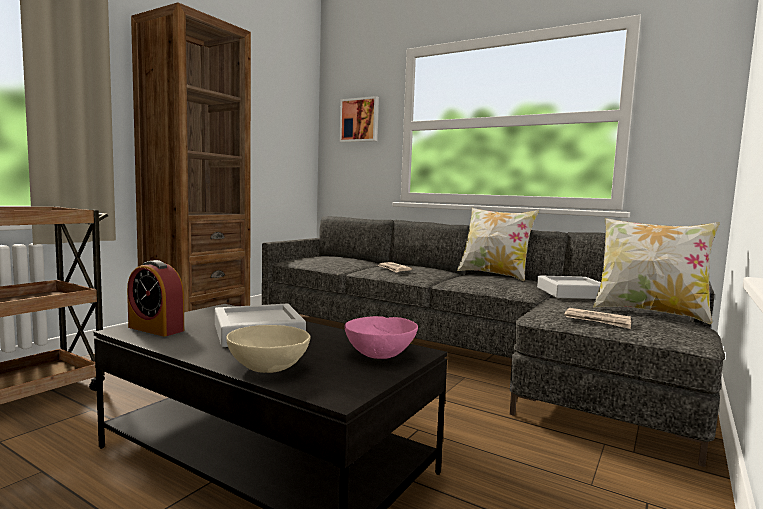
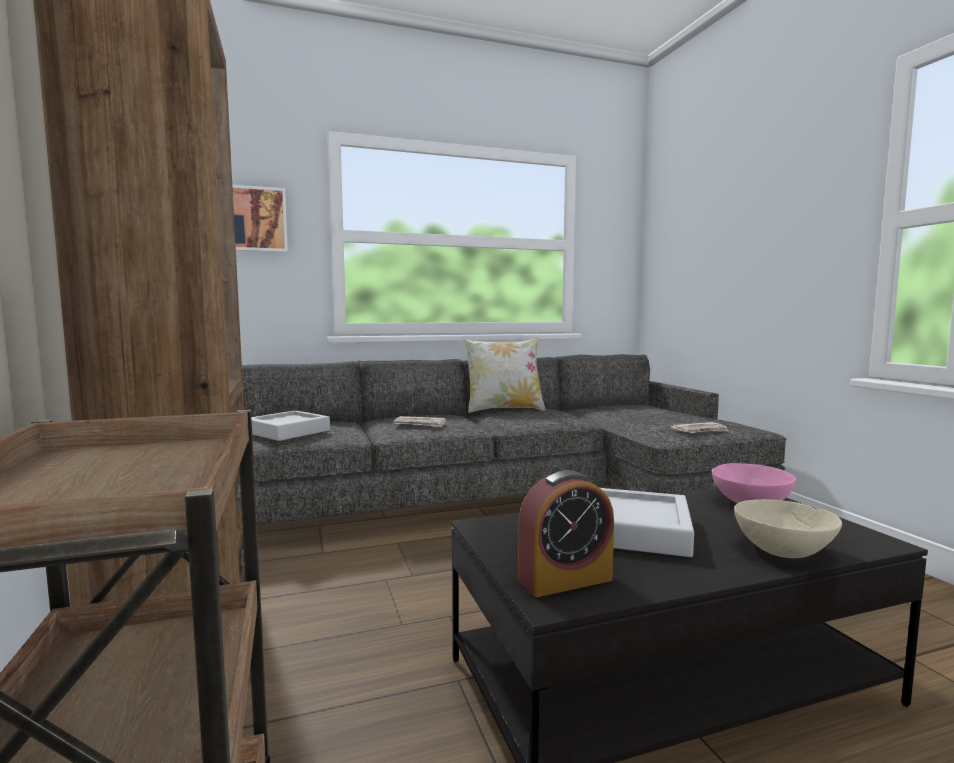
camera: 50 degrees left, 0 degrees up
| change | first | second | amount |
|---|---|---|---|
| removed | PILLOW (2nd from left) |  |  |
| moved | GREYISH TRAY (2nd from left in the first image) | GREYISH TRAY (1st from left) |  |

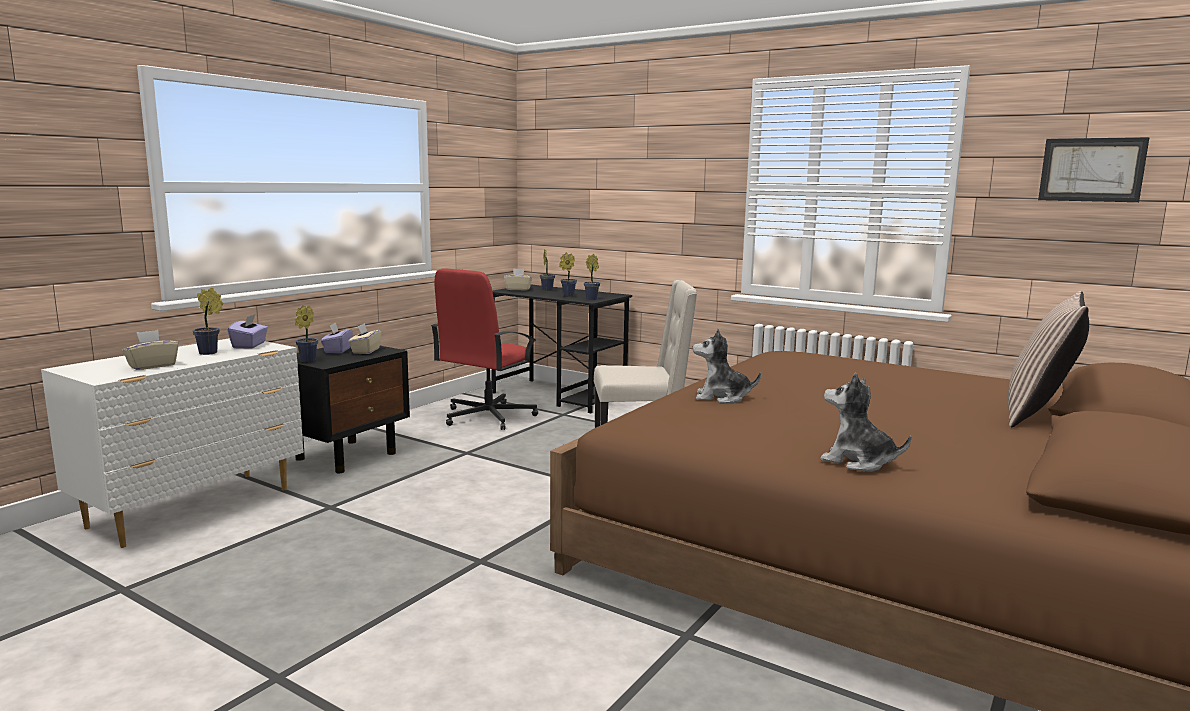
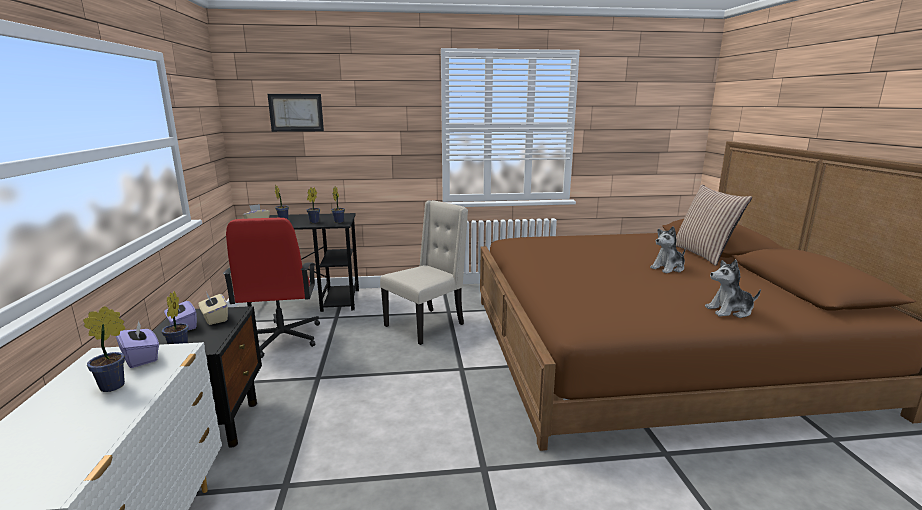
camera: 40 degrees left, 5 degrees up
| change | first | second | amount |
|---|---|---|---|
| moved | PICTURE |  |  |
| moved | SOFT TOY (1st from left) |  |  |
| removed | BEIGE-COLOURED TISSUE BOX (1st from left) |  |  |

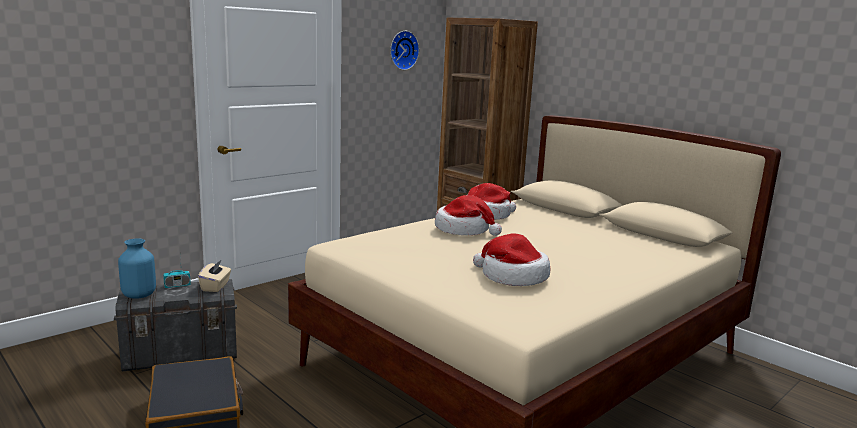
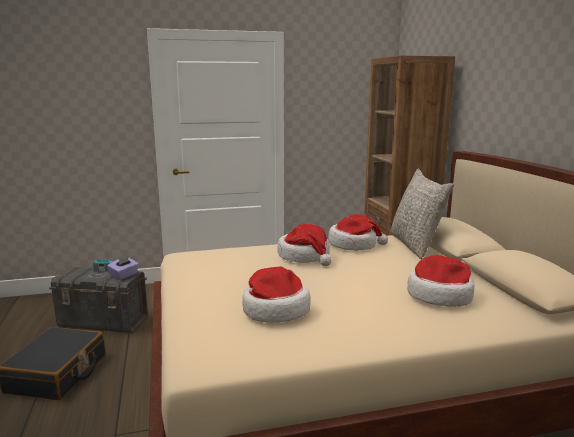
camera: 30 degrees right, 0 degrees up
| change | first | second | amount |
|---|---|---|---|
| removed | WALL CLOCK |  |  |
| removed | BLUE-COLOURED FLOWER VASE |  |  |
| recoloured | BEIGE-COLOURED TISSUE BOX | PURPLE TISSUE BOX |  |
| added |  | GREYISH PILLOW |  |
| added |  | CLOTHING HAT (4th from left) |  |

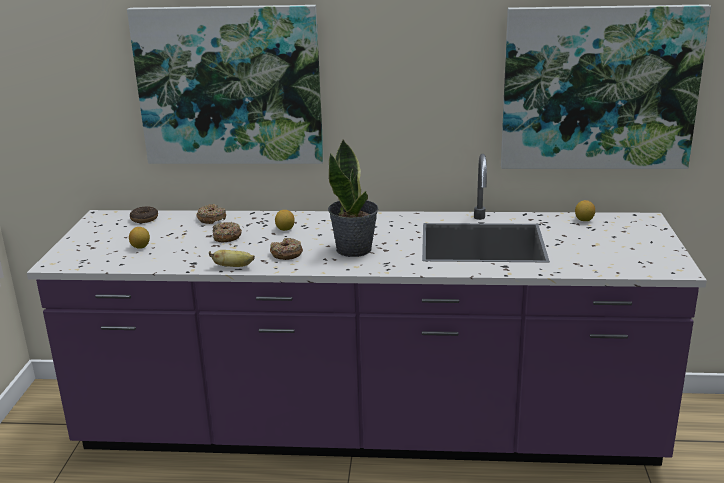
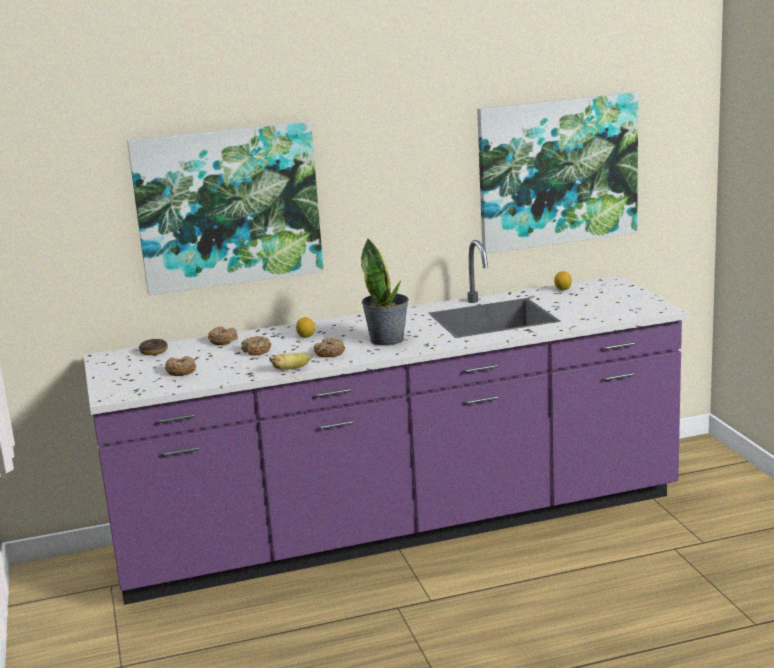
camera: 20 degrees left, 5 degrees down
| change | first | second | amount |
|---|---|---|---|
| replaced | CITRUS FRUIT (1st from left) | RING DOUGHNUT (2nd from left) |  |

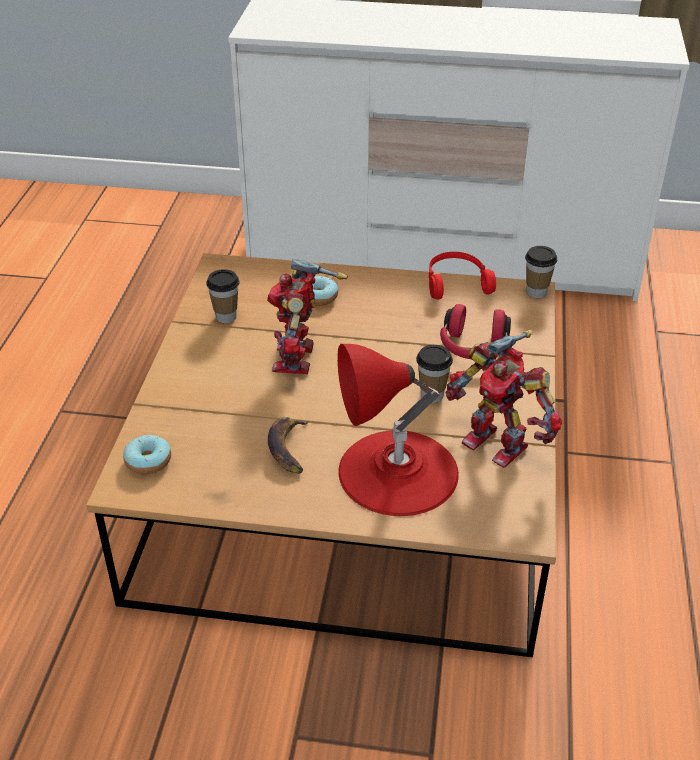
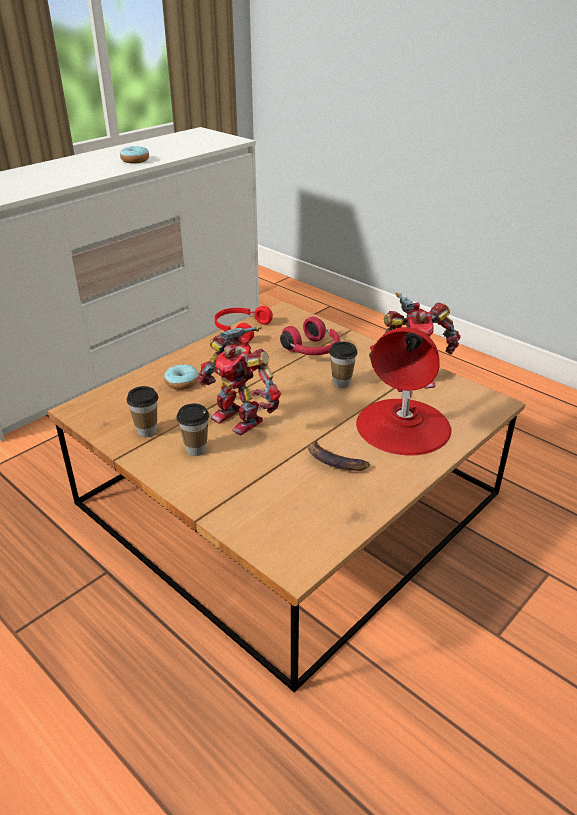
camera: 55 degrees left, 5 degrees down
| change | first | second | amount |
|---|---|---|---|
| moved | DRINKING CUP (3rd from left in the first image) | DRINKING CUP (2nd from left) |  |
| moved | RING DOUGHNUT (1st from left) |  |  |

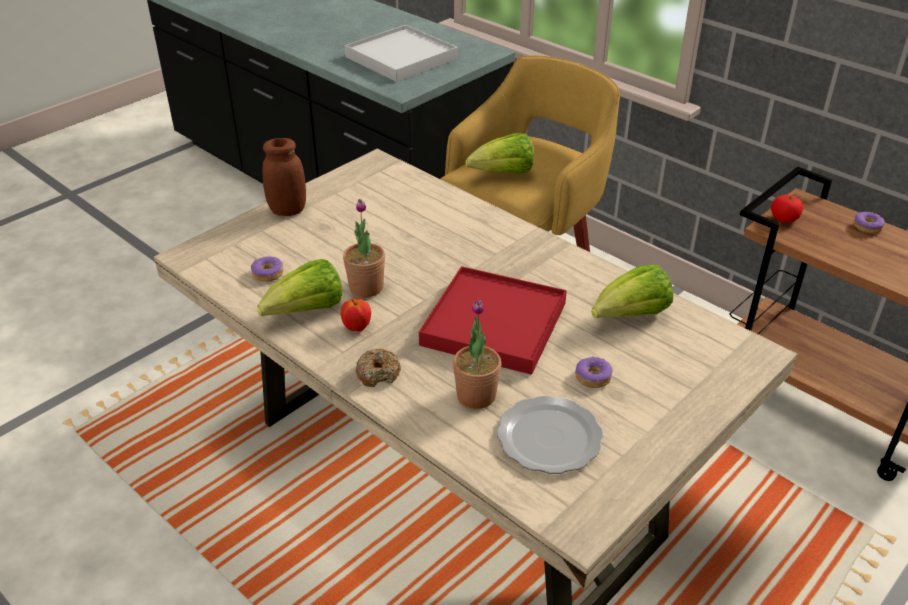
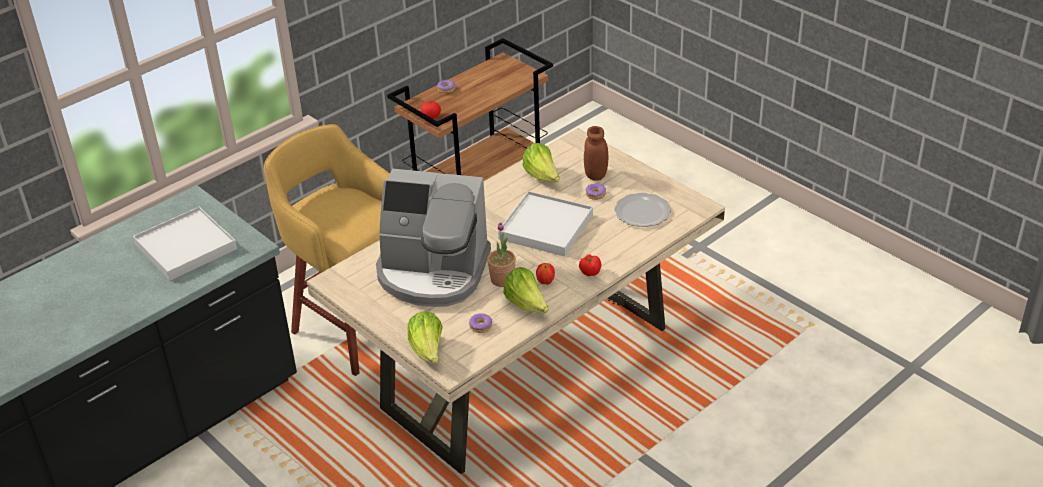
camera: 85 degrees left, 0 degrees up
| change | first | second | amount |
|---|---|---|---|
| moved | LETTUCE (2nd from left in the first image) | LETTUCE (1st from left) |  |
| moved | BROWNISH STORAGE JAR |  |  |
| recoloured | REDDISH TRAY | WHITE-COLOURED TRAY (2nd from left) |  |
| removed | HOUSEPLANT (2nd from left) |  |  |
| replaced | RING DOUGHNUT (2nd from left) | WHOLE TOMATO (2nd from left) |  |
| added |  | COFFEE MACHINE |  |

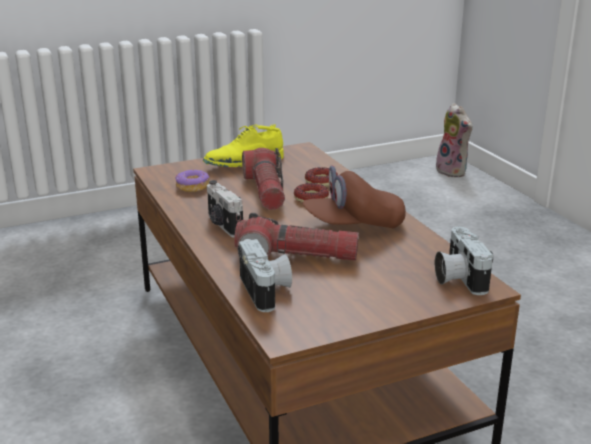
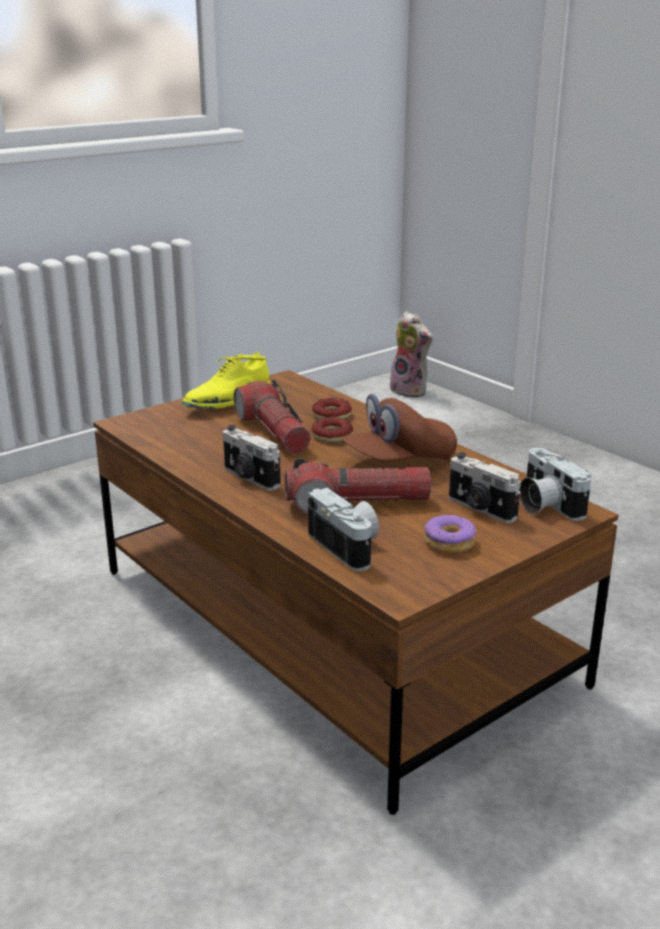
camera: 15 degrees left, 0 degrees up
| change | first | second | amount |
|---|---|---|---|
| moved | RING DOUGHNUT (1st from left in the first image) | RING DOUGHNUT (3rd from left) |  |
| added |  | STILL CAMERA (3rd from left) |  |

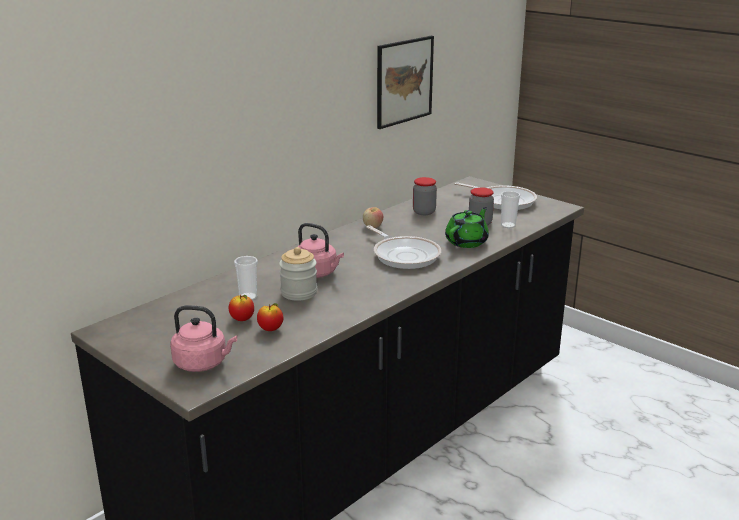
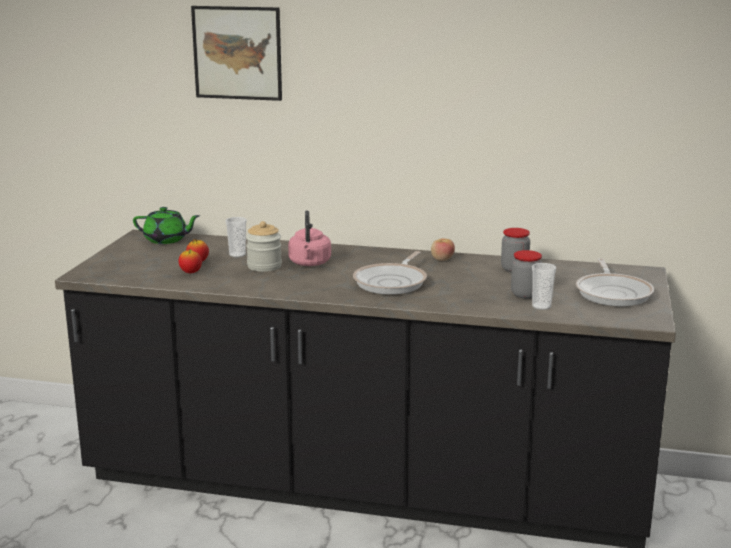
camera: 60 degrees right, 5 degrees down
| change | first | second | amount |
|---|---|---|---|
| moved | PICTURE |  |  |
| moved | GREEN-COLOURED POT FOR TEA |  |  |
| removed | PINK-COLOURED KETTLE (1st from left) |  |  |

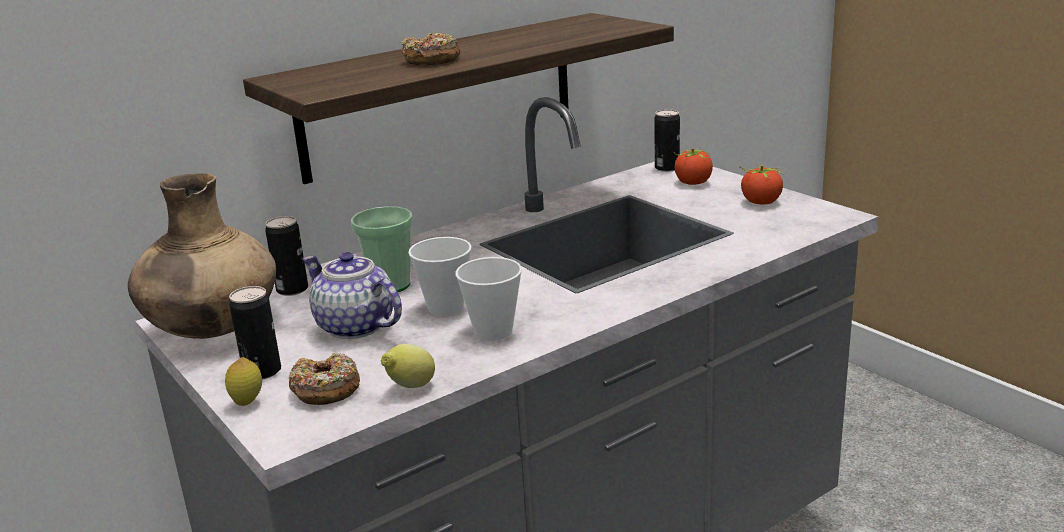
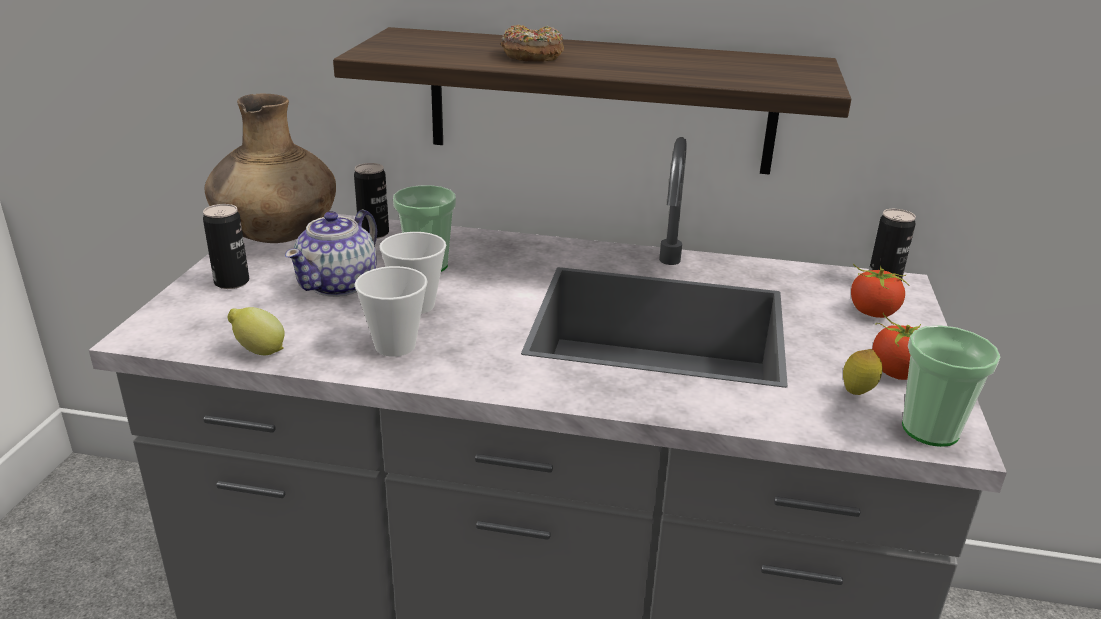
camera: 45 degrees right, 5 degrees up
| change | first | second | amount |
|---|---|---|---|
| turned | POT FOR TEA |  | 150 degrees counterclockwise |
| removed | RING DOUGHNUT (1st from left) |  |  |
| moved | CITRUS FRUIT (1st from left in the first image) | CITRUS FRUIT (2nd from left) |  |
| added |  | DRINKING CUP (4th from left) |  |

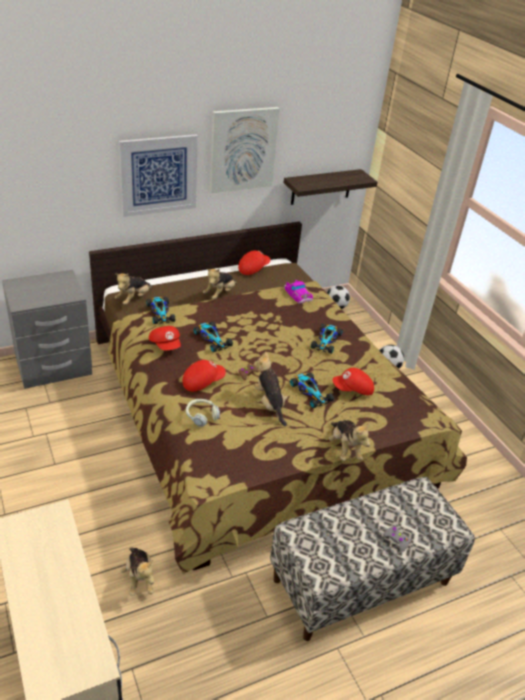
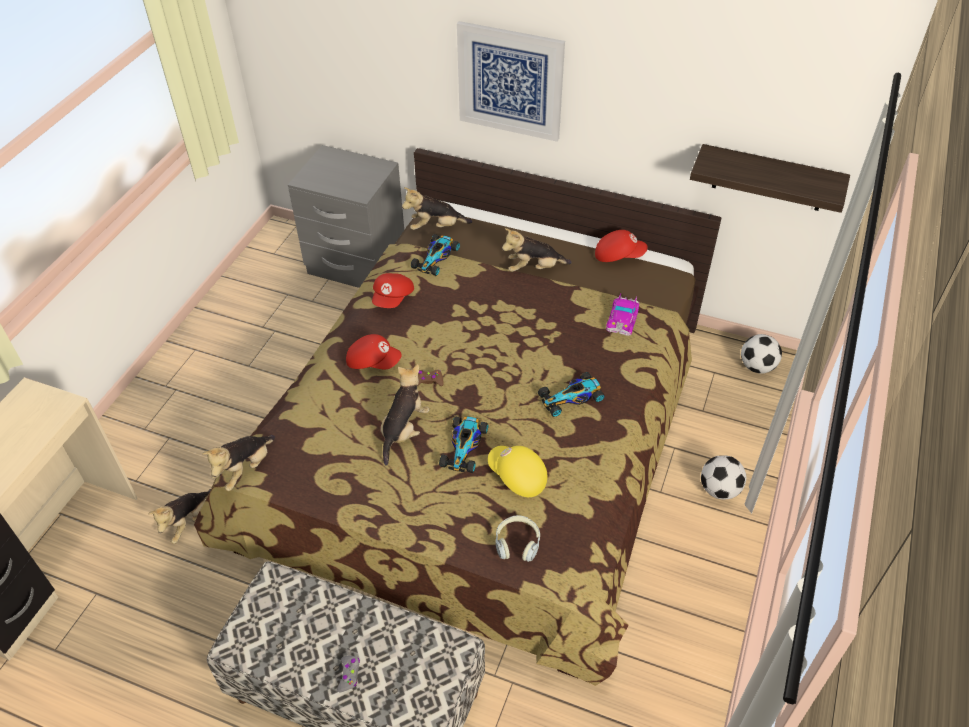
camera: 50 degrees right, 10 degrees up
| change | first | second | amount |
|---|---|---|---|
| removed | PICTURE (2nd from left) |  |  |
| removed | TOY CAR (2nd from left) |  |  |
| recoloured | REDDISH PEAKED CAP (4th from left) | YELLOW PEAKED CAP |  |
| moved | HEADPHONES |  |  |
| moved | SOFT TOY (5th from left in the first image) | SOFT TOY (2nd from left) |  |

